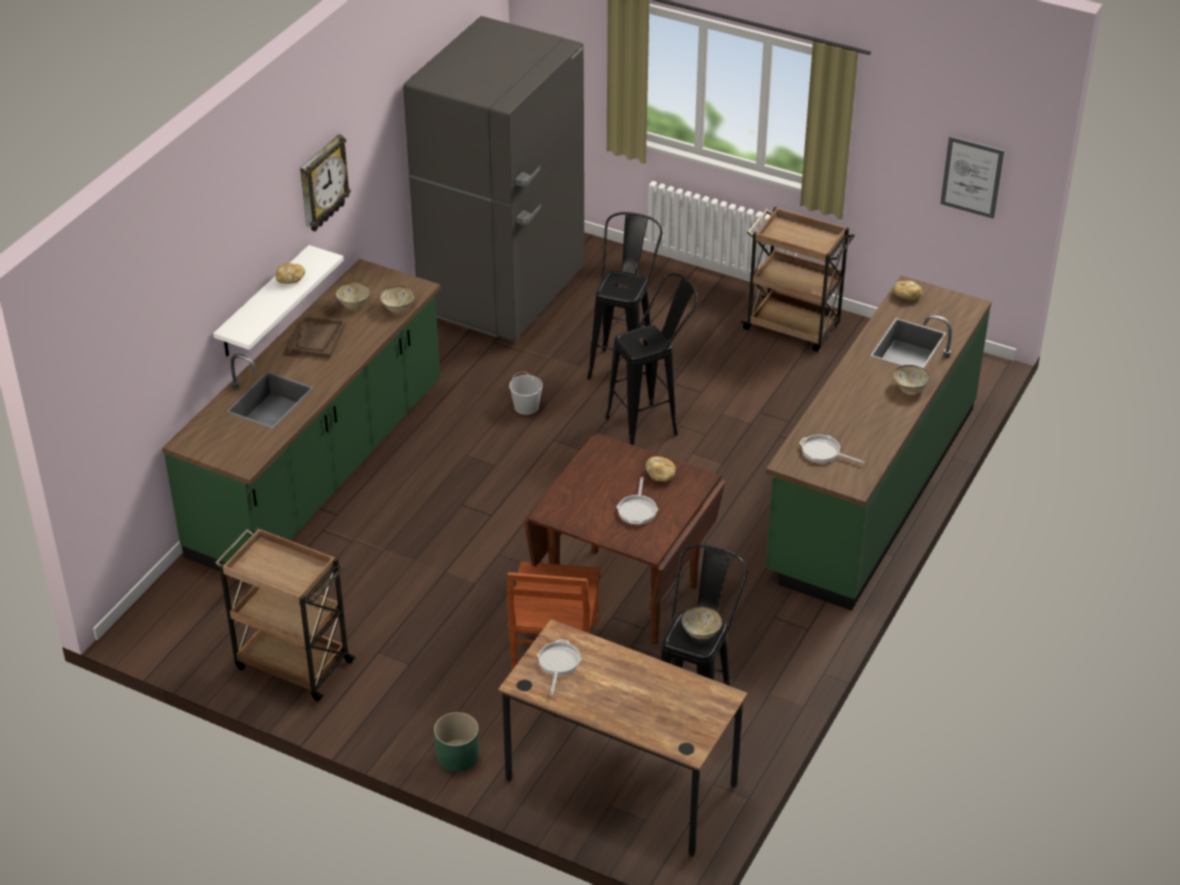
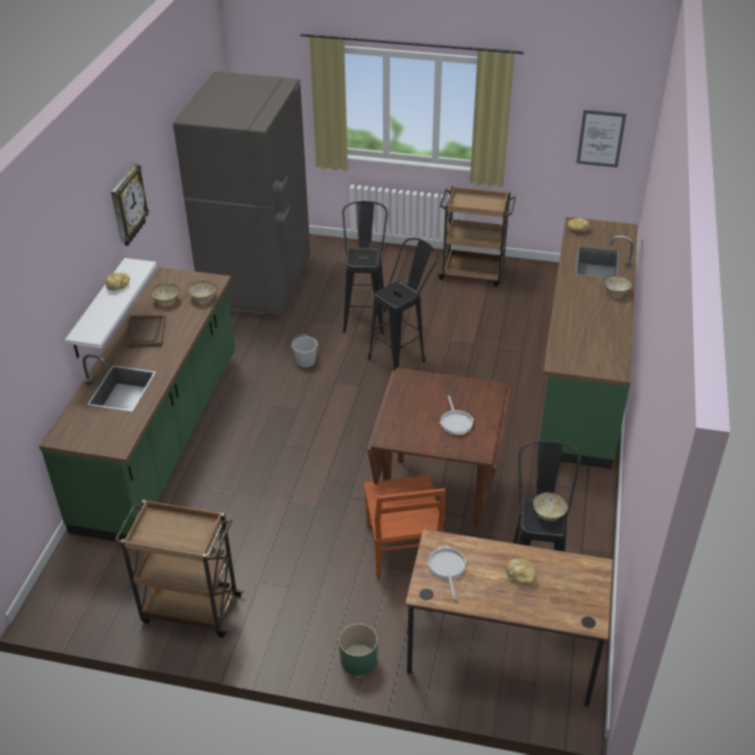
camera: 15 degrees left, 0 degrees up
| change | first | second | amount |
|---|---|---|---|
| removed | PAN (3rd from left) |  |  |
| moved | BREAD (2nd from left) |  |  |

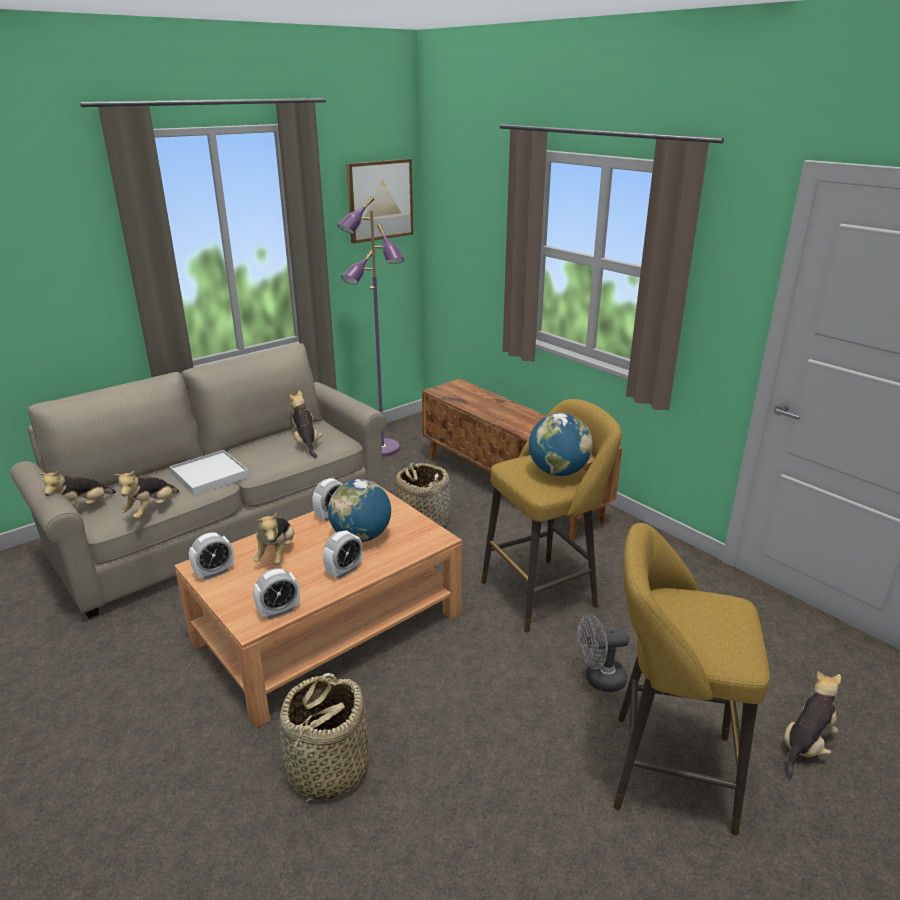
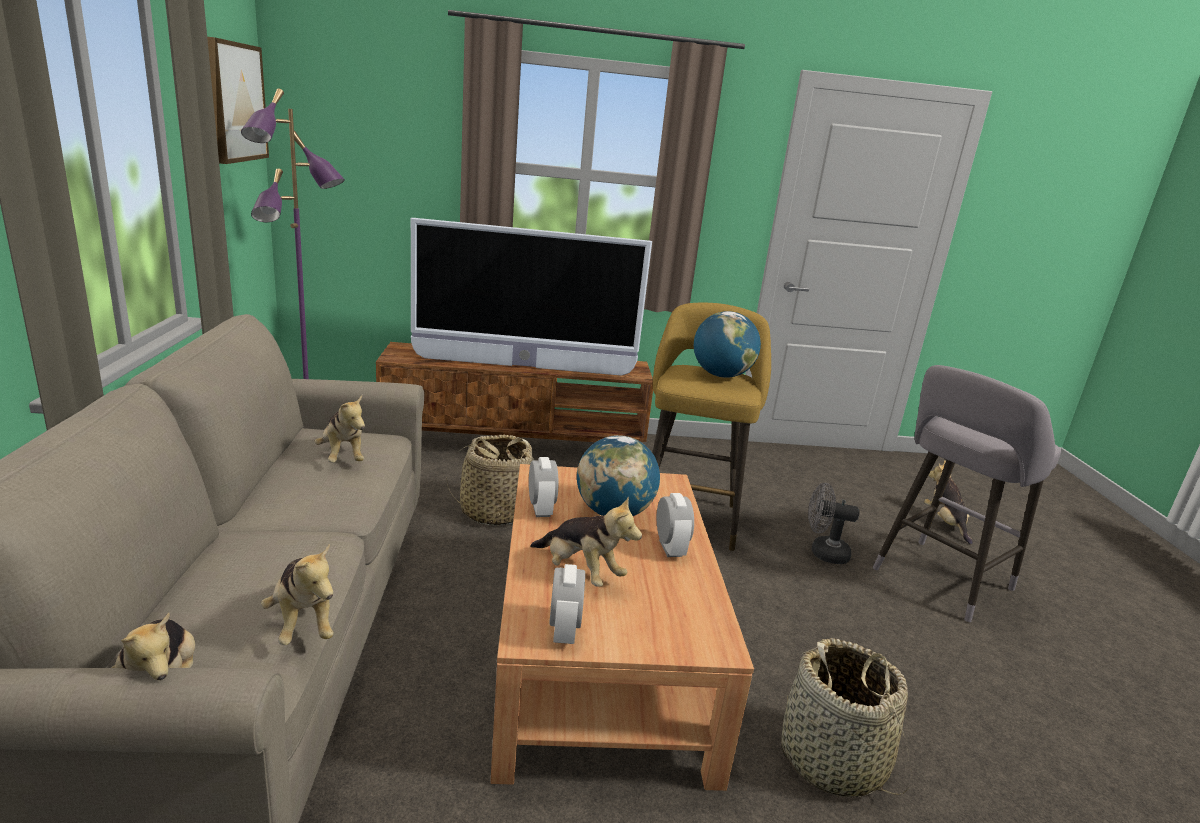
camera: 55 degrees left, 5 degrees down
| change | first | second | amount |
|---|---|---|---|
| turned | SOFT TOY (4th from left in the first image) | SOFT TOY (3rd from left) | 135 degrees counterclockwise |
| removed | WHITE-COLOURED TRAY |  |  |
| recoloured | YELLOW SITTING STOOL (2nd from left) | GREYISH SITTING STOOL |  |
| removed | TABLE CLOCK (2nd from left) |  |  |
| turned | GREYISH FAN |  | 75 degrees clockwise |
| added |  | TELEVISION |  |

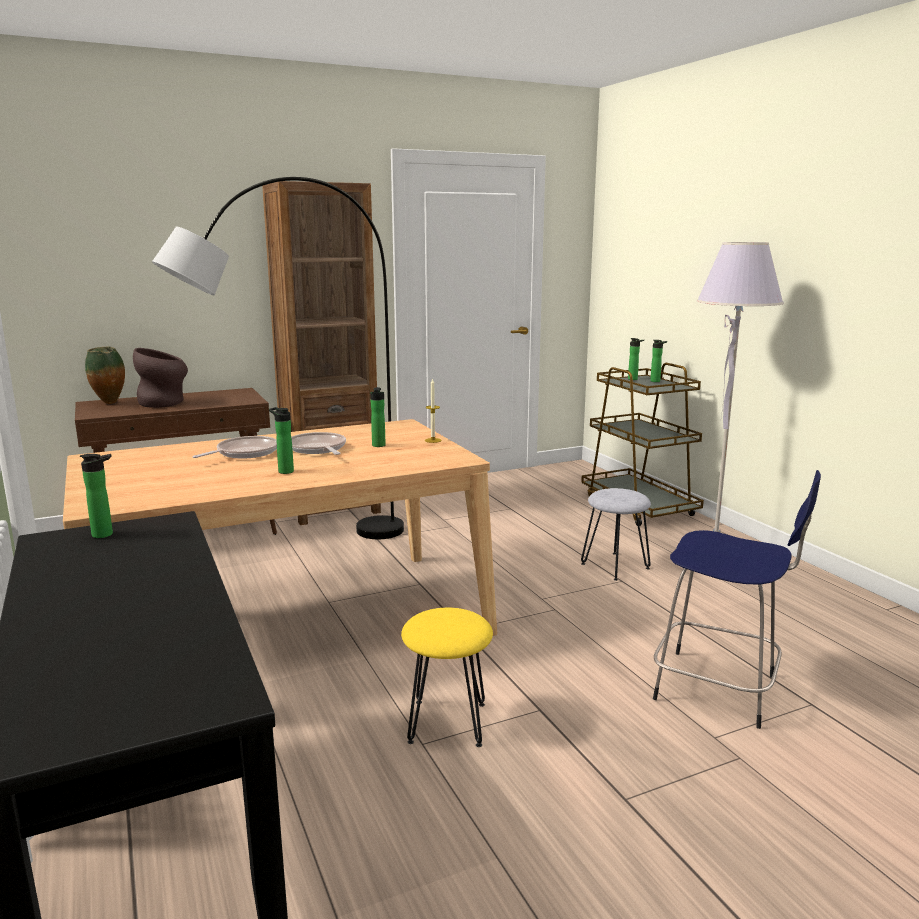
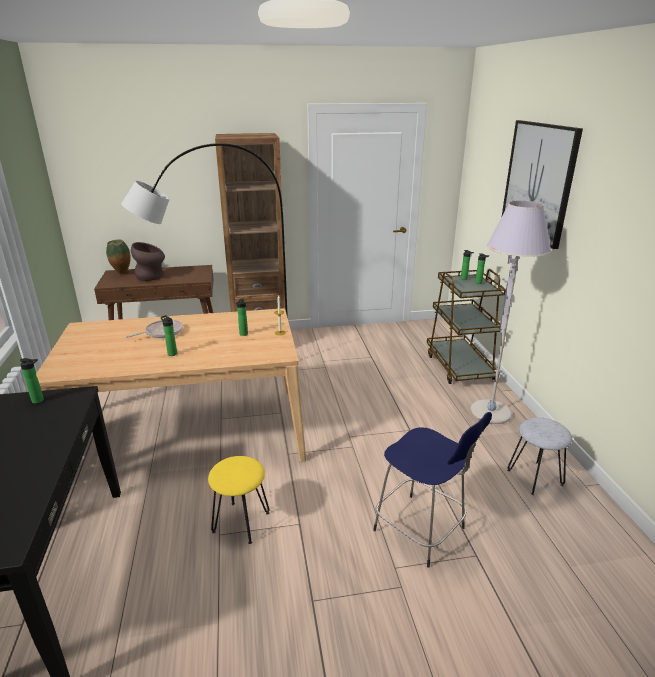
camera: 15 degrees right, 10 degrees up
| change | first | second | amount |
|---|---|---|---|
| removed | PAN (2nd from left) |  |  |
| moved | GREYISH SITTING STOOL |  |  |
| added |  | PICTURE |  |

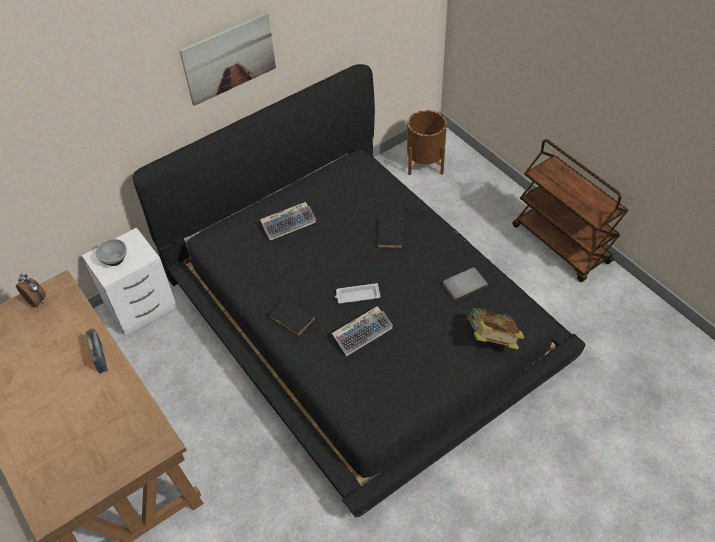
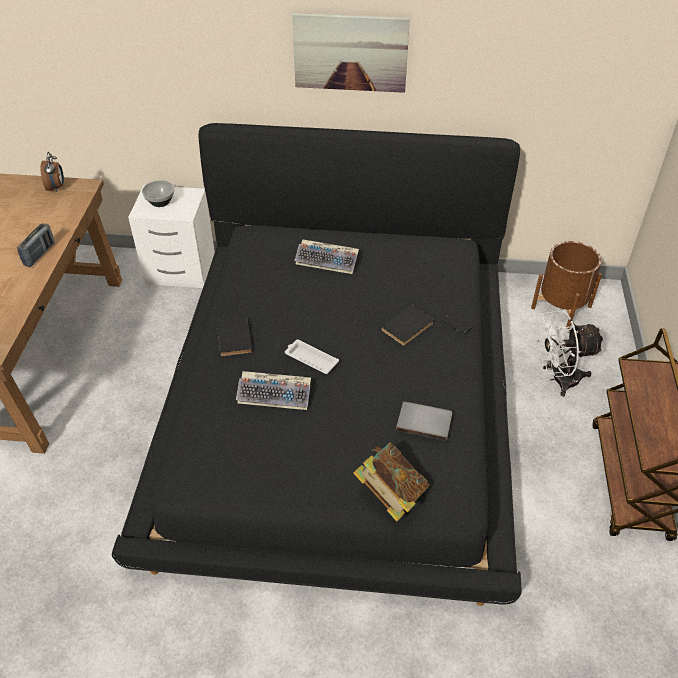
camera: 40 degrees right, 5 degrees down
| change | first | second | amount |
|---|---|---|---|
| added |  | WHITE-COLOURED FAN |  |

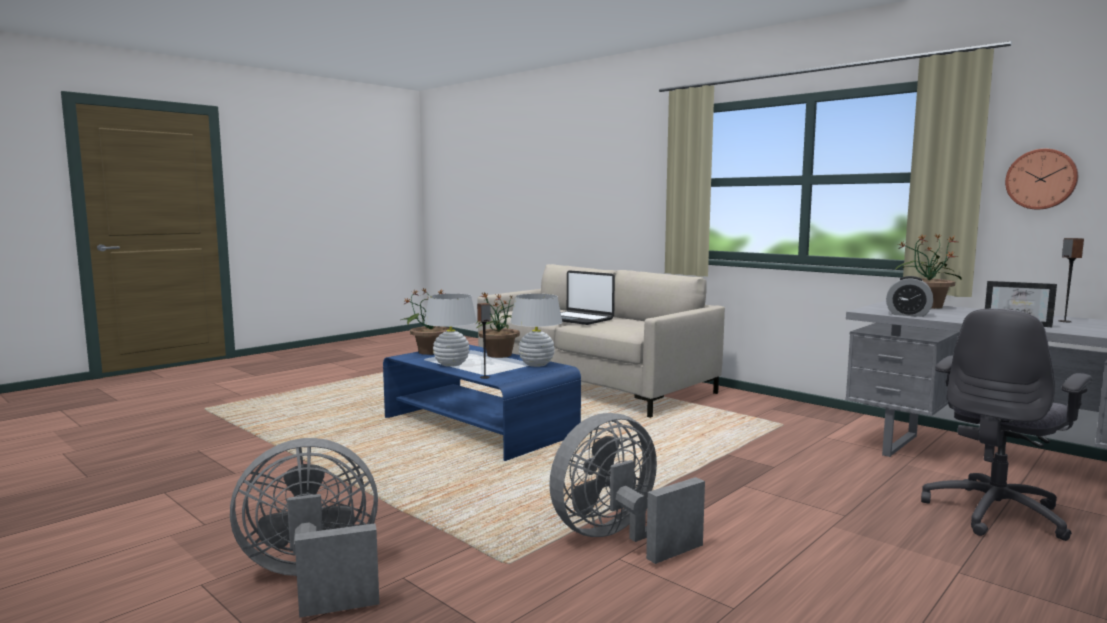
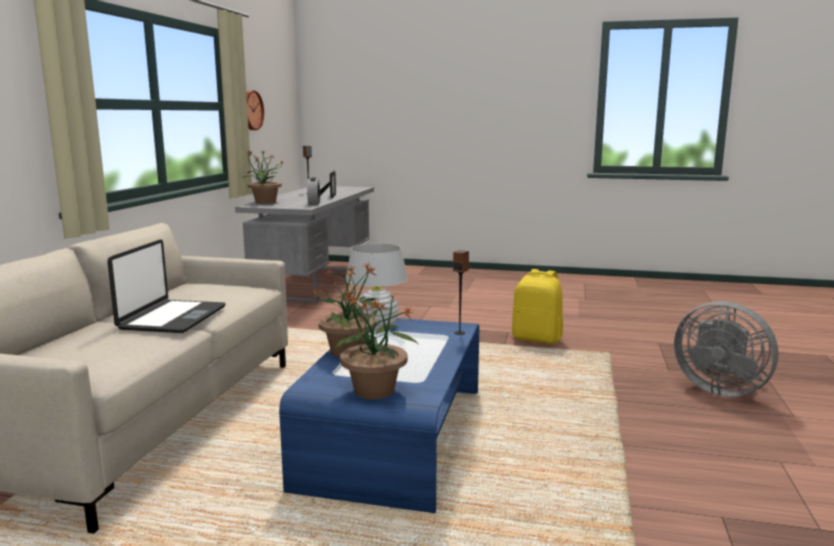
camera: 120 degrees left, 5 degrees up
| change | first | second | amount |
|---|---|---|---|
| removed | WHITE-COLOURED LAMP FOR A TABLE (1st from left) |  |  |
| removed | GREYISH COMPUTER CHAIR |  |  |
| replaced | GREYISH FAN (2nd from left) | YELLOW KNAPSACK |  |

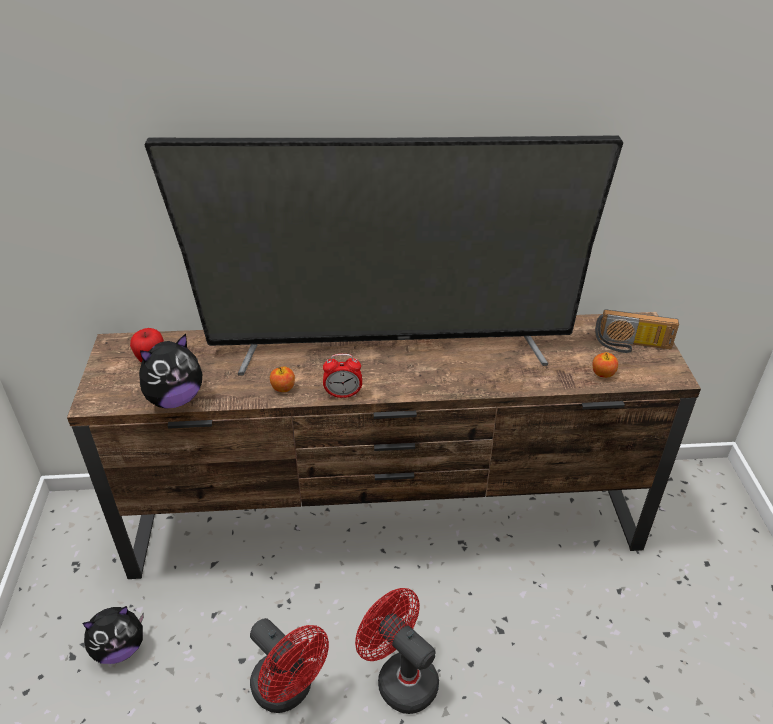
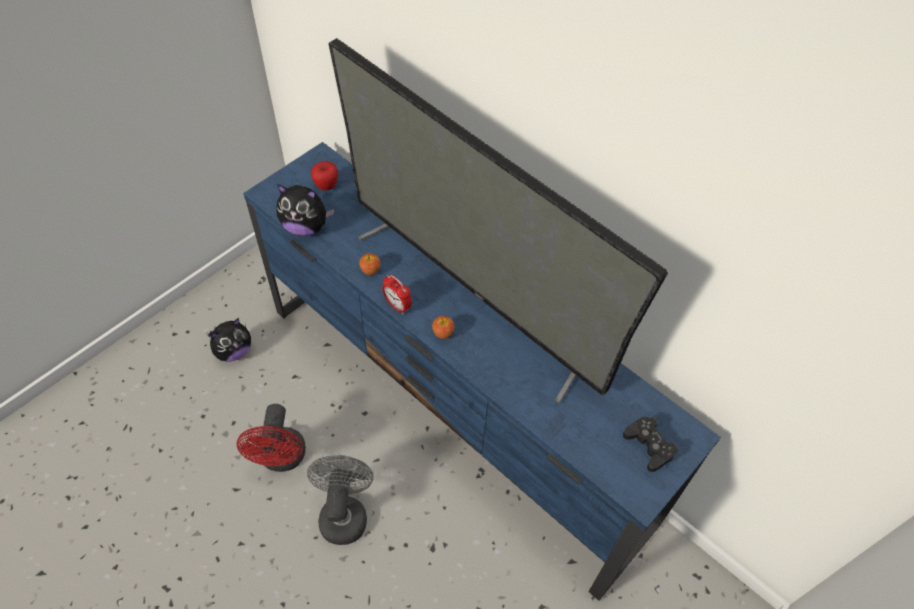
camera: 45 degrees right, 15 degrees up
| change | first | second | amount |
|---|---|---|---|
| replaced | RADIO RECEIVER | BLACK-COLOURED GAME CONTROLLER |  |
| recoloured | BROWNISH TV STAND | BLUE-COLOURED TV STAND |  |
| moved | APPLE (3rd from left) |  |  |
| recoloured | REDDISH FAN (2nd from left) | GREYISH FAN |  |
| turned | SOFT TOY (1st from left) |  | 60 degrees counterclockwise |

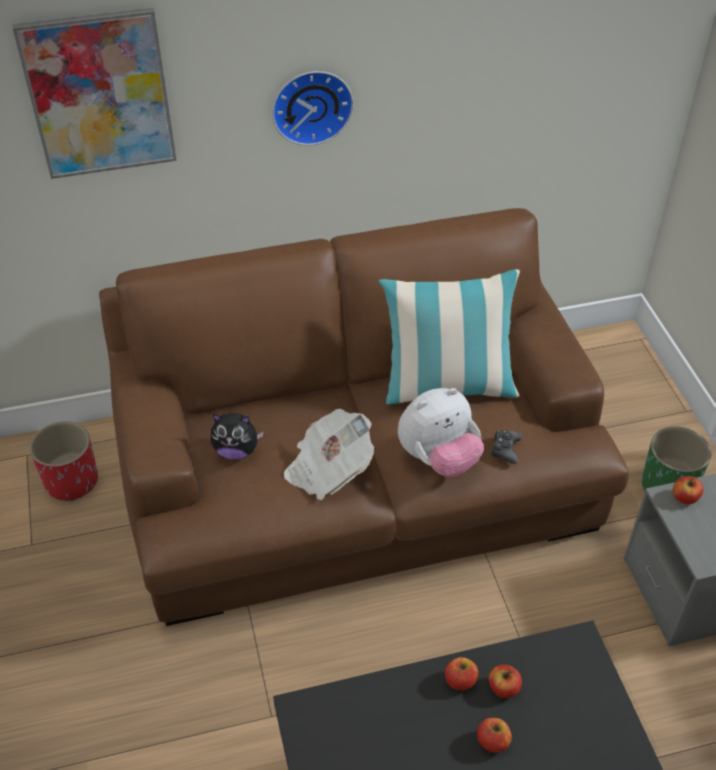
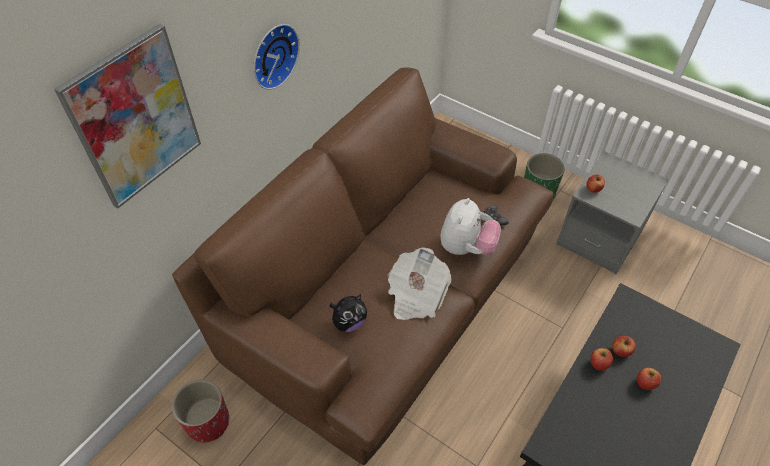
camera: 40 degrees left, 5 degrees up
| change | first | second | amount |
|---|---|---|---|
| removed | PILLOW |  |  |

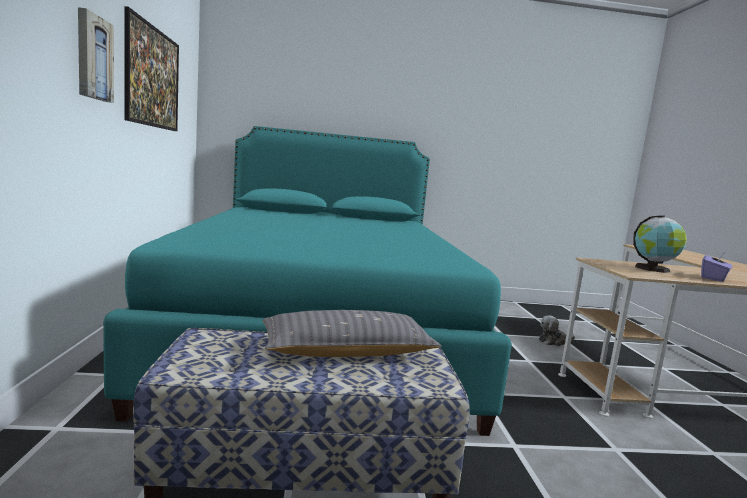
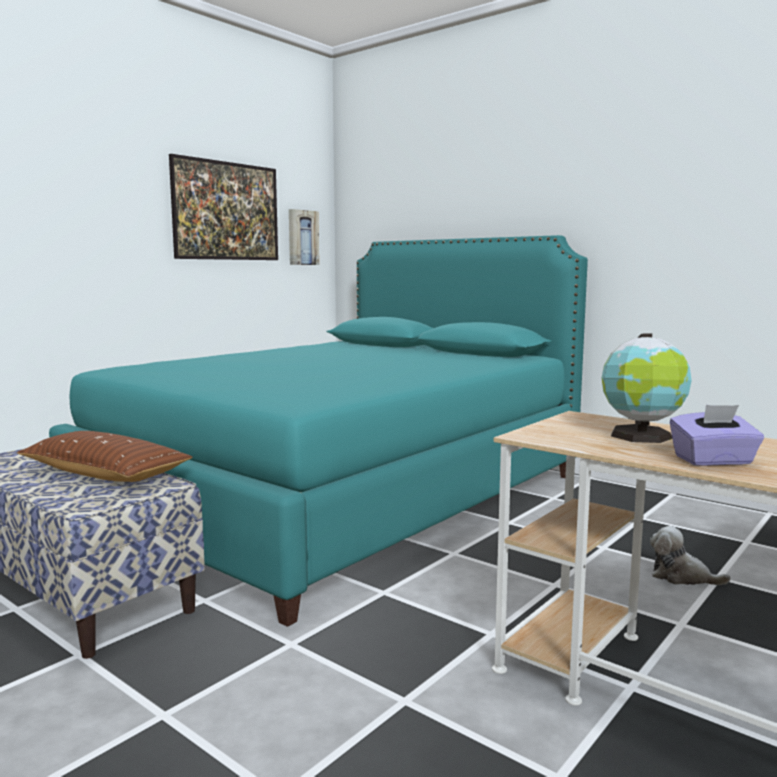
camera: 45 degrees right, 0 degrees up
| change | first | second | amount |
|---|---|---|---|
| moved | PICTURE (1st from left in the first image) | PICTURE (2nd from left) |  |
| recoloured | GREYISH PILLOW | BROWNISH PILLOW |  |

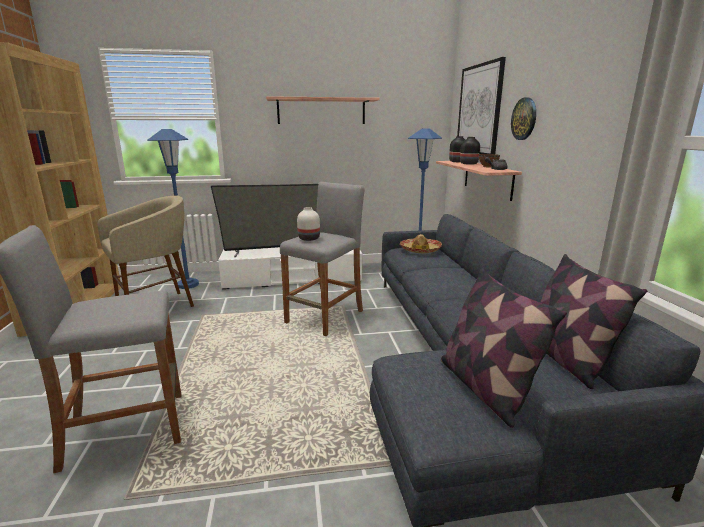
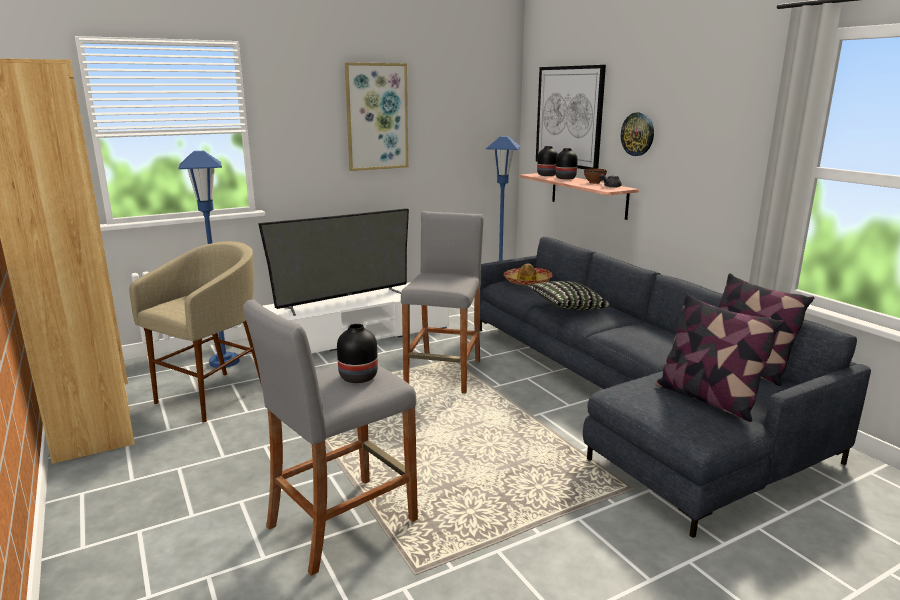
camera: 20 degrees left, 0 degrees up
| change | first | second | amount |
|---|---|---|---|
| replaced | WALL SHELF (1st from left) | PICTURE (1st from left) |  |
| removed | WHITE-COLOURED FLOWER VASE |  |  |
| added |  | PILLOW (1st from left) |  |
| added |  | BLACK-COLOURED FLOWER VASE (1st from left) |  |

